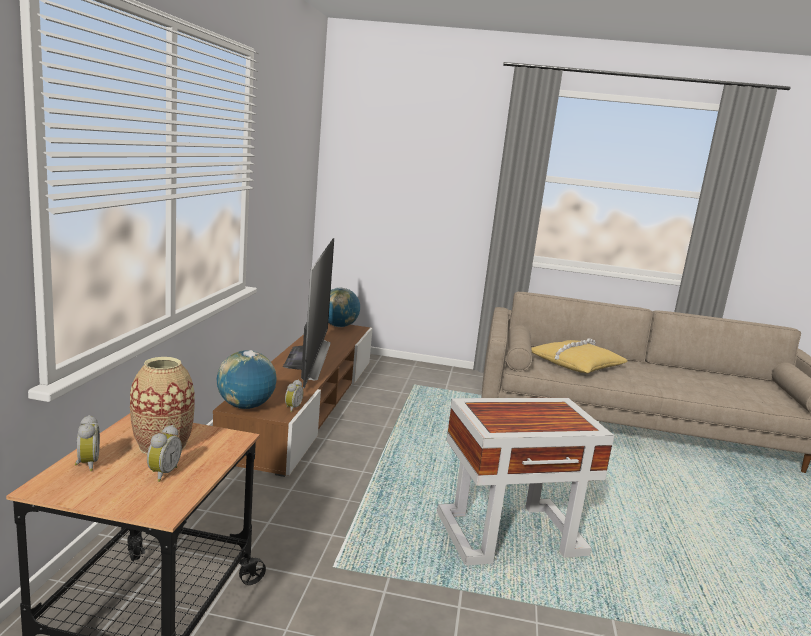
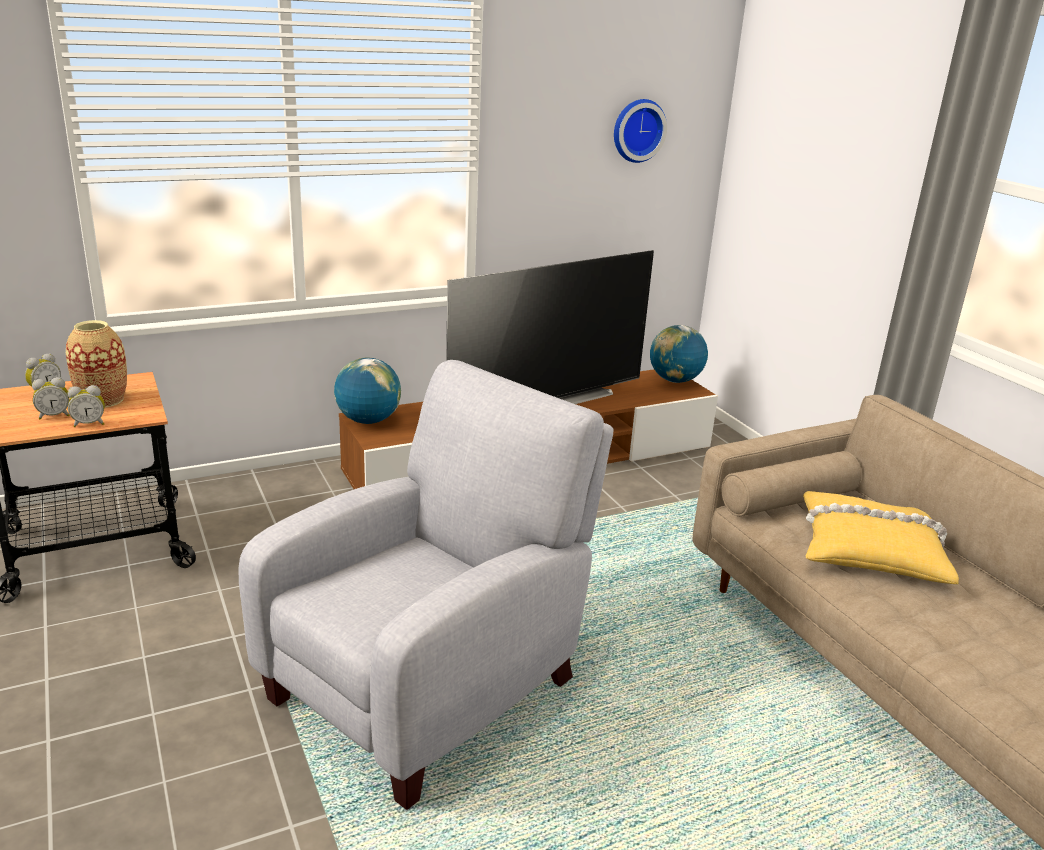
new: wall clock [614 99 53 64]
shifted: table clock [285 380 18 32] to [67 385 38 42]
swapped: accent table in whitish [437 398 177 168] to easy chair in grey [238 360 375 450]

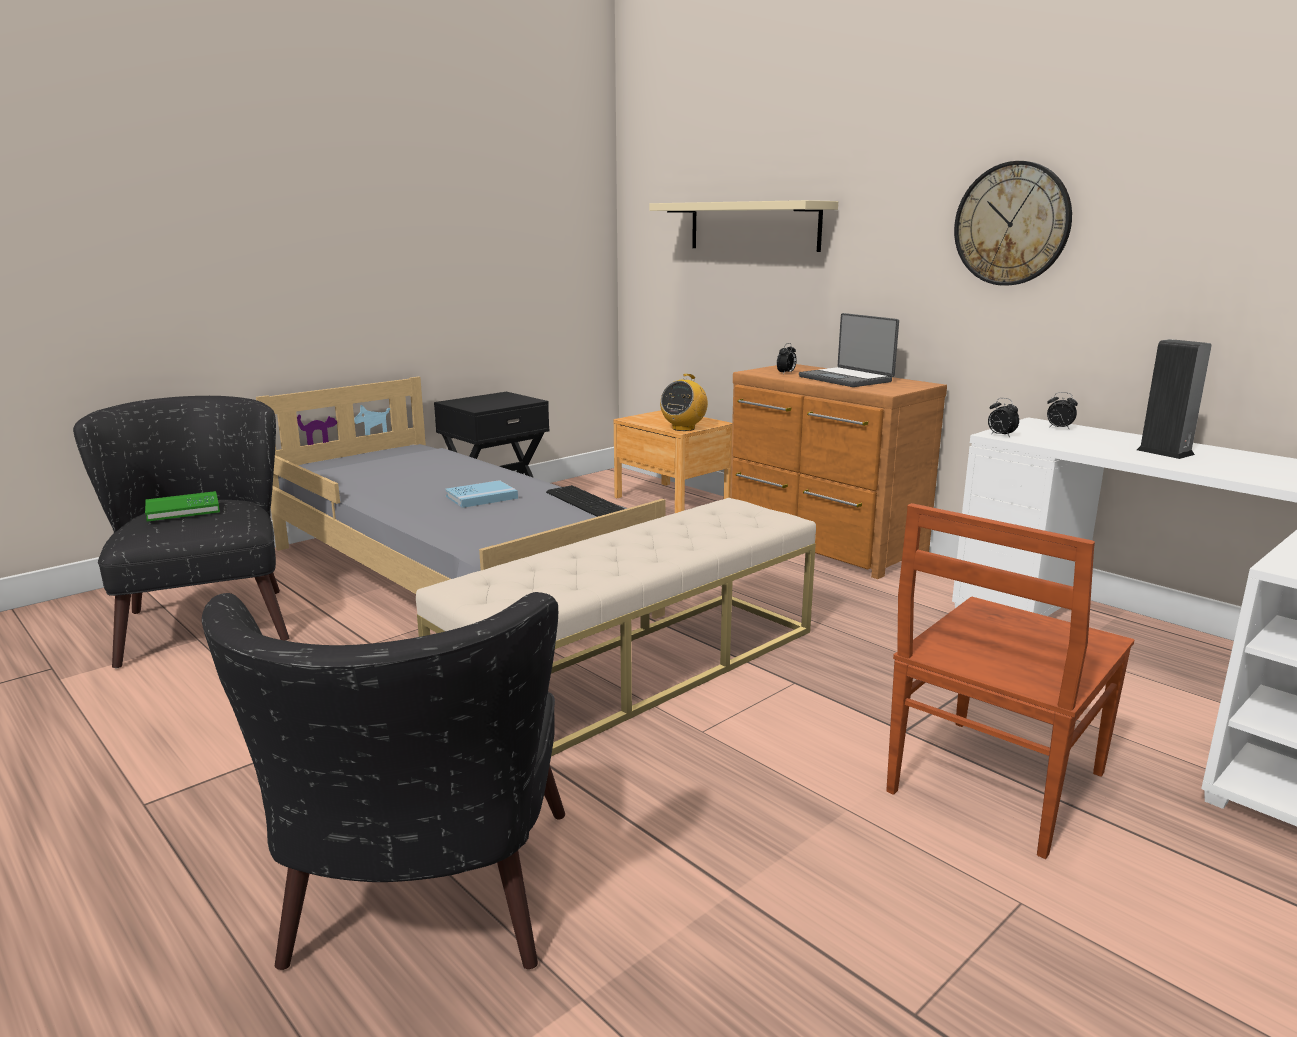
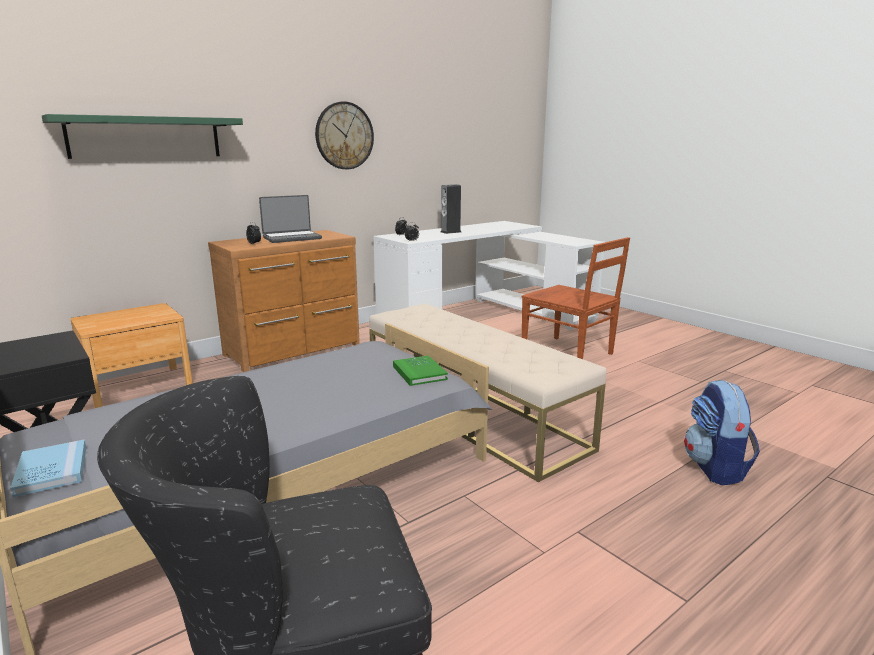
gone: keyboard [546 485 79 32]; radio [660 374 48 57]
shifted: book in green-coloured [145 491 75 31] to [393 355 55 31]; book in blue [445 480 73 28] to [10 439 76 58]
swapped: easy chair in blackish [202 592 363 378] to backpack [684 380 76 105]
repainted: wall shelf in sand-coloured [649 200 189 52] to wall shelf in green-coloured [42 114 201 45]

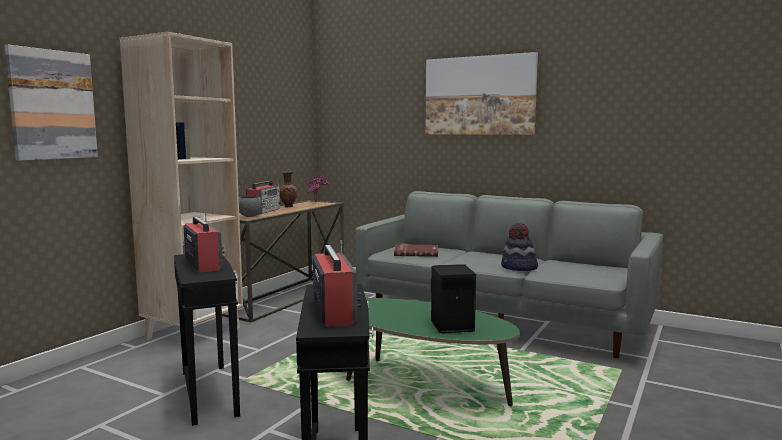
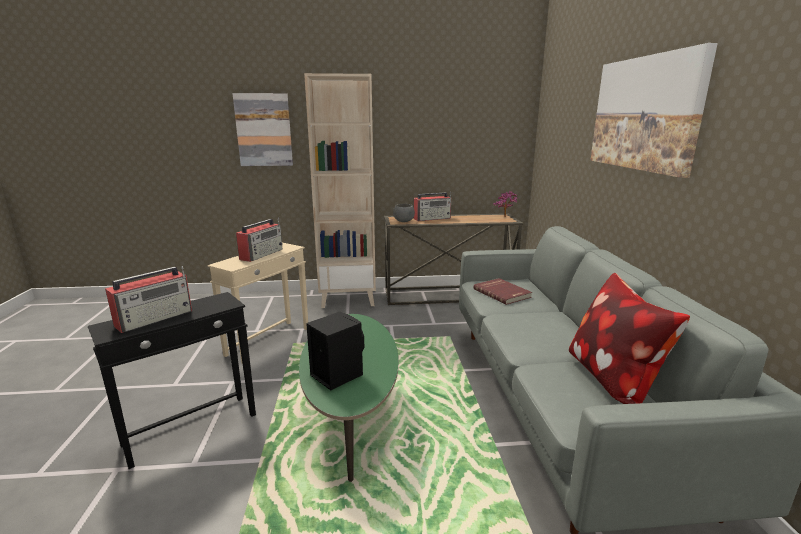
gone: decorative vase in brown-coloured [280 171 18 36]; clothing hat [501 224 37 47]
new: cushion [569 273 121 131]
repainted: accent table in blackish [174 254 66 172] to accent table in sand-coloured [208 243 100 120]

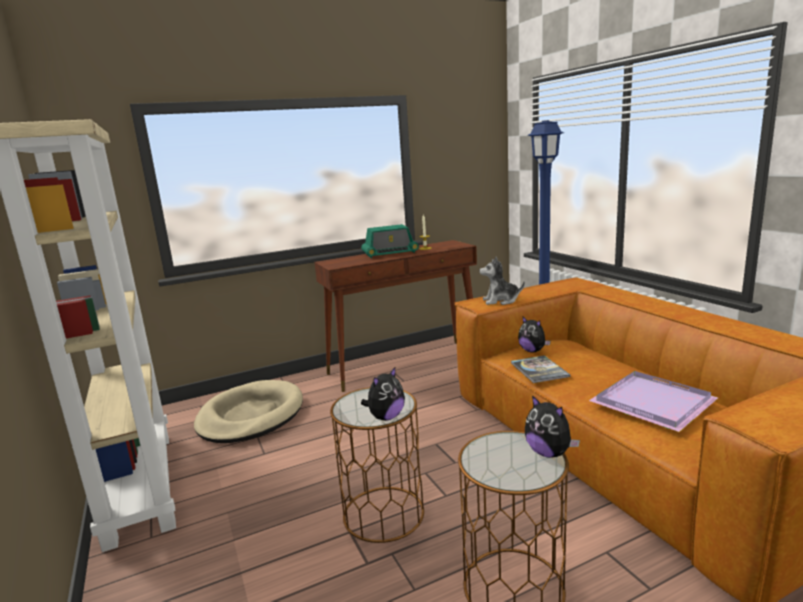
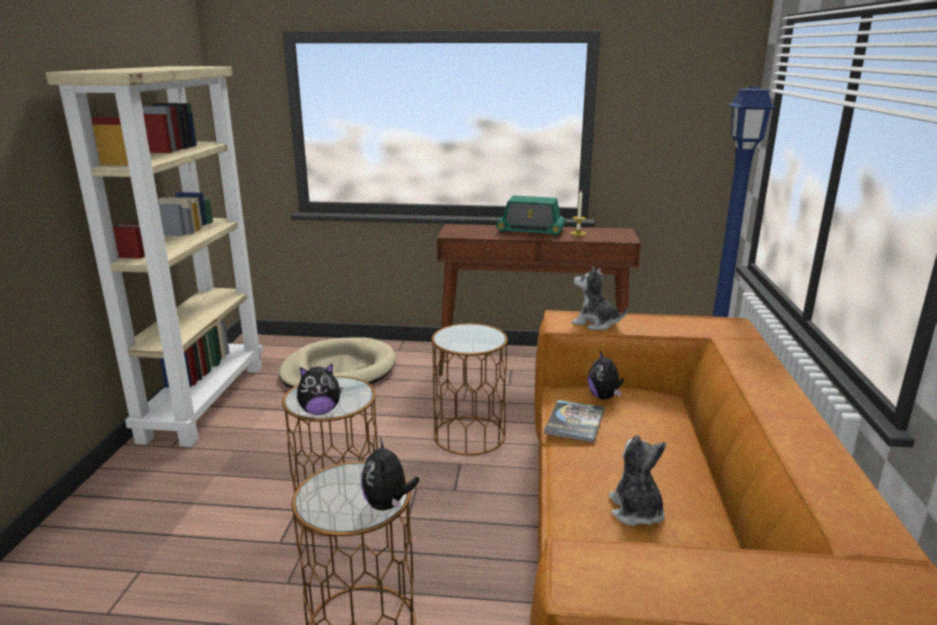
new: accent table in brown-coloured [431 324 77 131]
swapped: serving tray in purplish [589 371 129 61] to soft toy [609 435 57 91]

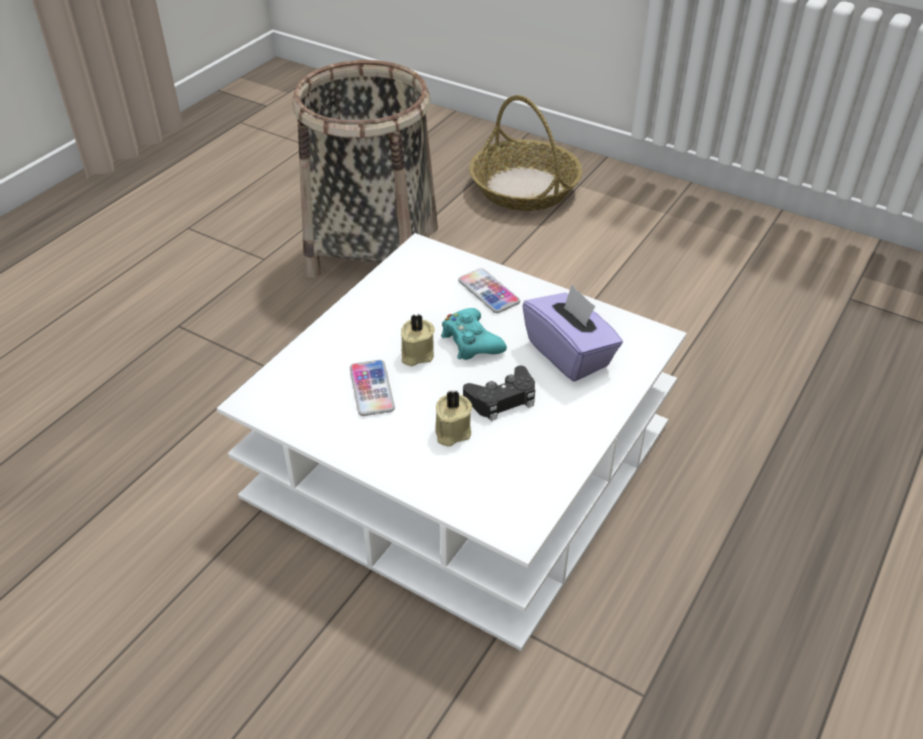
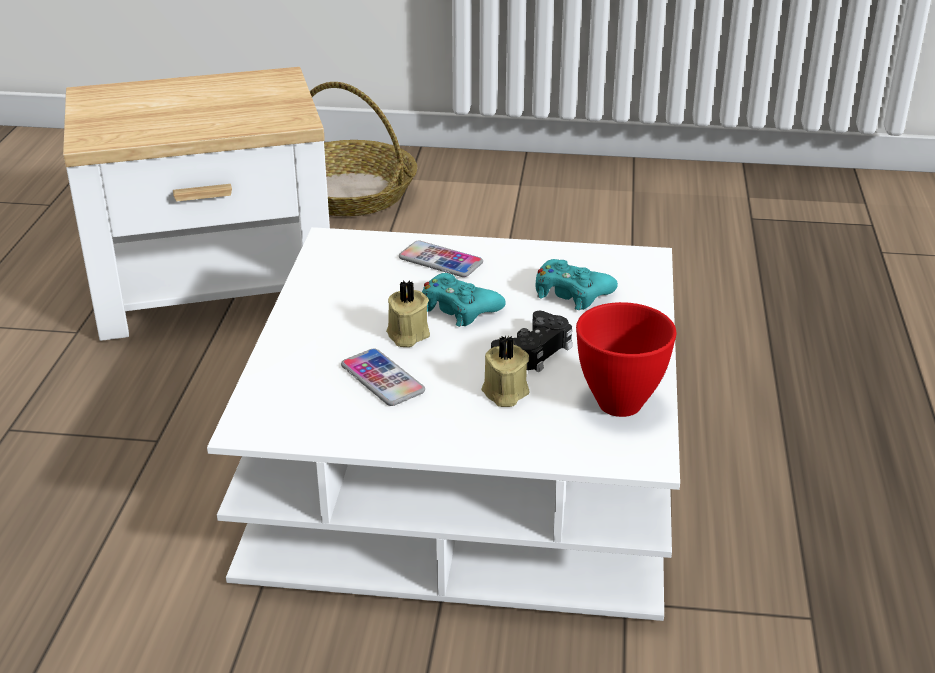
new: serving bowl in reddish [576 302 100 115]
swapped: basket [292 60 146 218] to accent table [63 67 267 274]; tissue holder in purplish [522 284 101 98] to gamepad in turquoise-coloured [536 259 82 51]

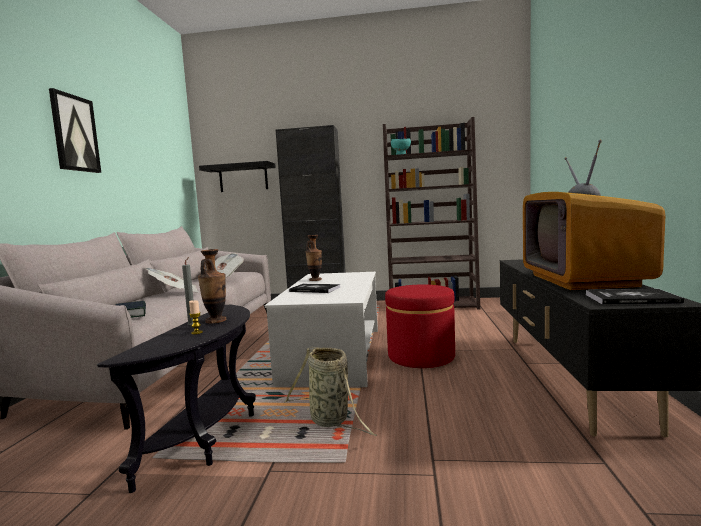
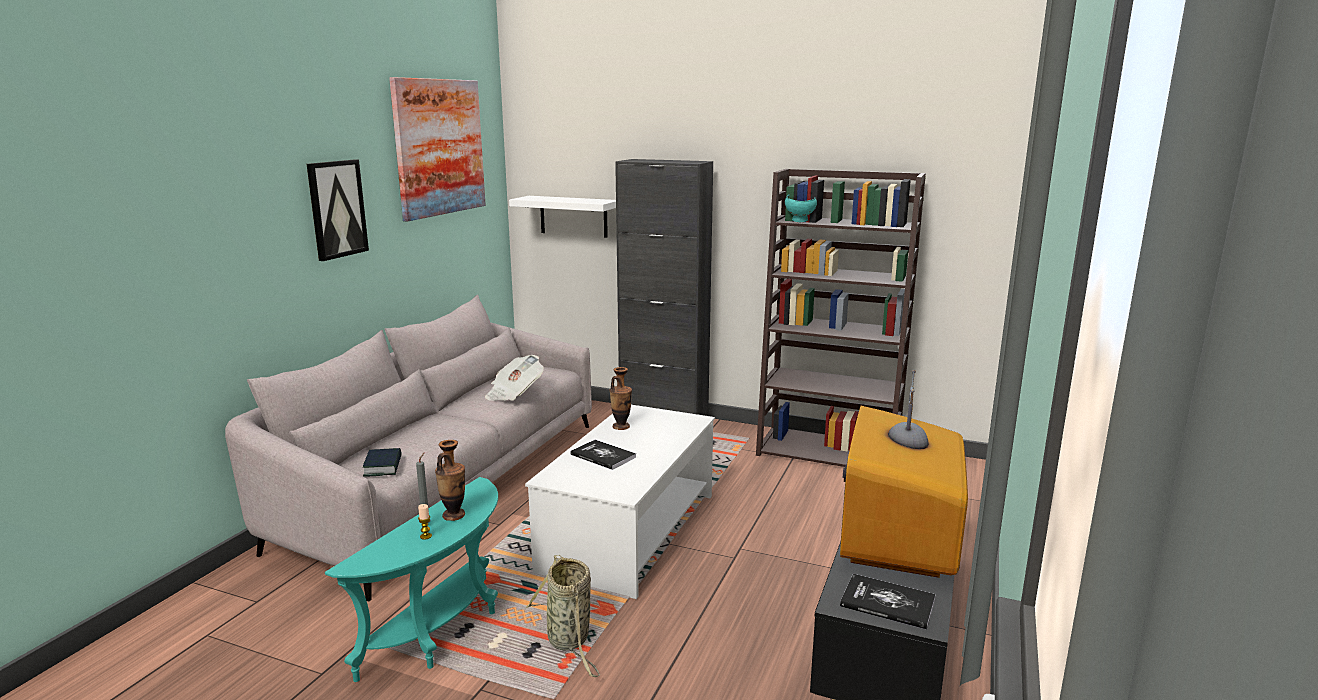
gone: newspaper [145 268 55 25]; footrest in reddish [385 285 70 83]
new: wall picture [389 77 97 145]
repainted: accent table in blackish [97 305 159 188] to accent table in turquoise-coloured [325 477 173 205]; wall shelf in blackish [199 161 77 31] to wall shelf in whitish [509 196 107 41]

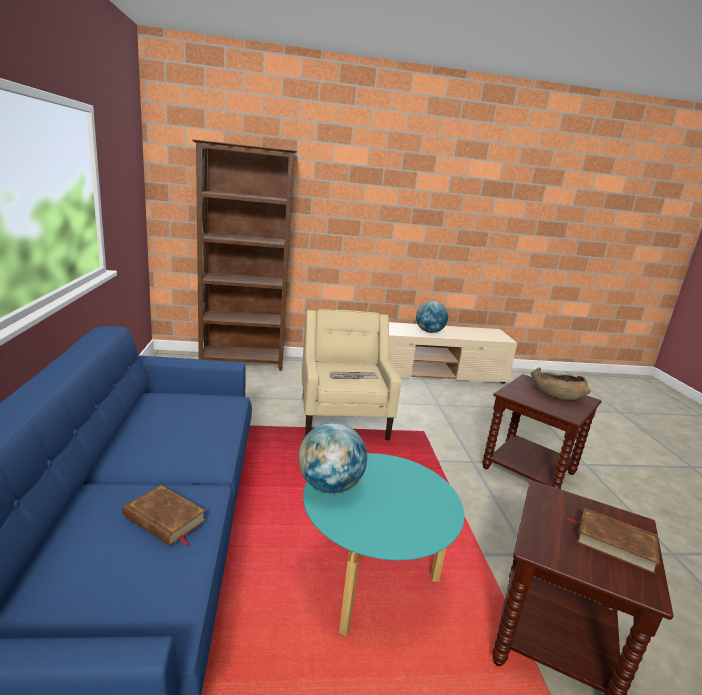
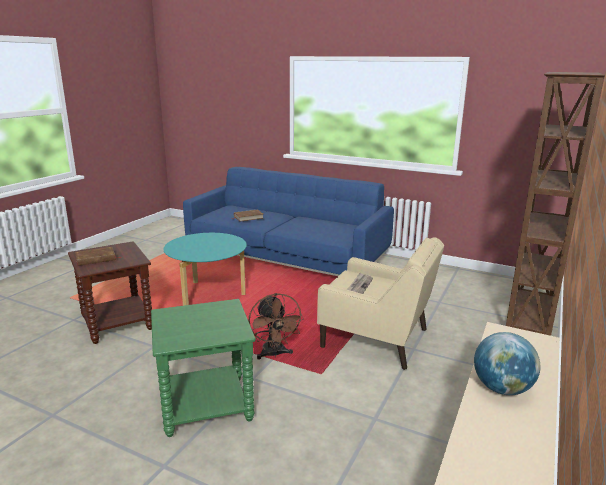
gone: desk globe [298 422 69 71]; serving bowl in brown-coloured [531 367 60 33]
new: cooling fan in brown-coloured [249 293 55 67]
repainted: accent table in brown-coloured [482 374 120 115] to accent table in green-coloured [151 299 105 138]

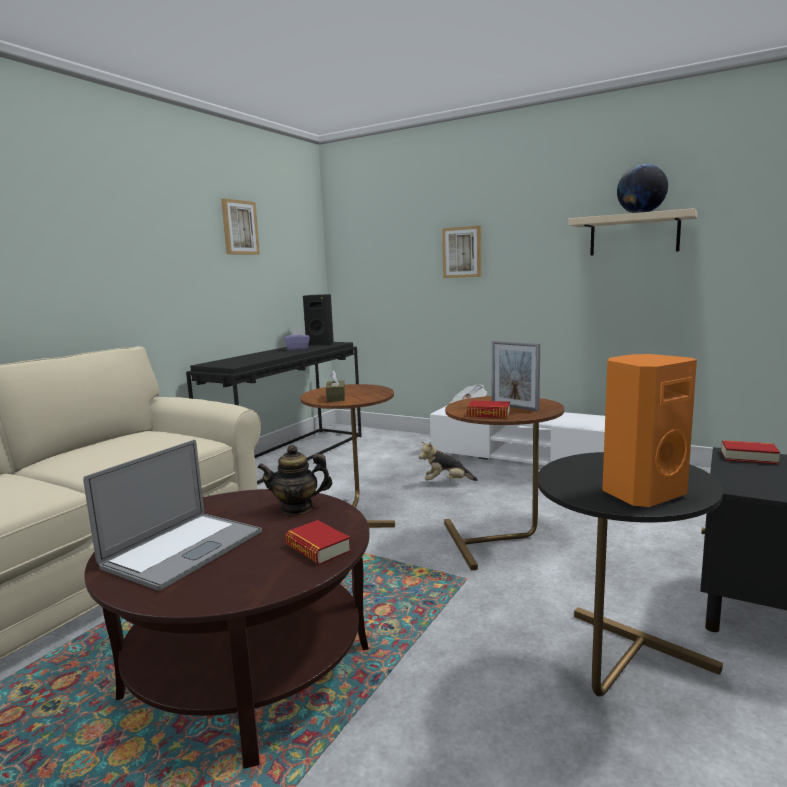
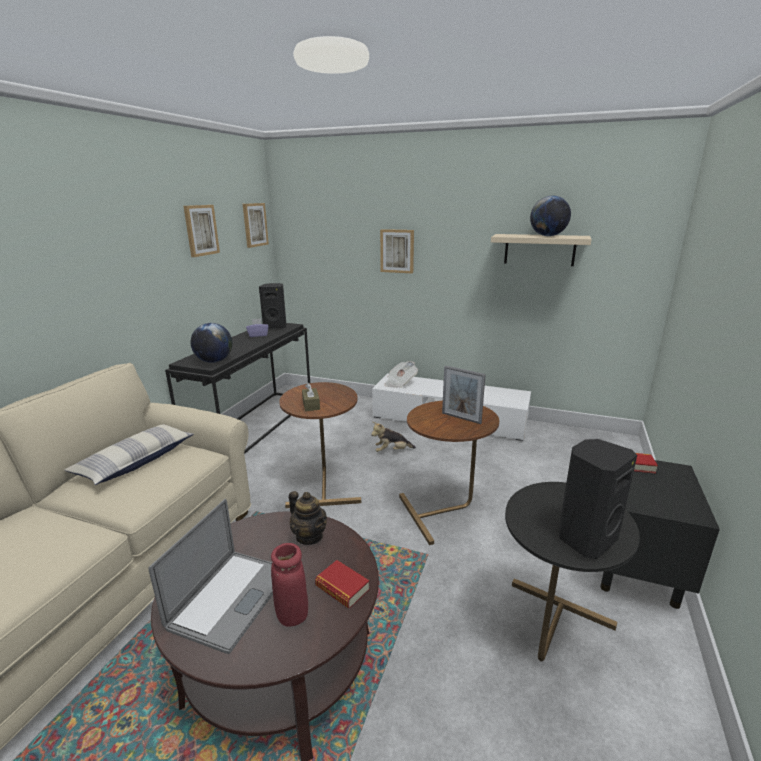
gone: book [467 401 43 17]
new: cushion [64 424 130 61]; desk globe [190 323 43 40]; wall picture [243 203 26 45]; decorative vase in reddish [271 543 37 84]
repainted: audio speaker in orangey [602 354 95 153] to audio speaker in blackish [559 439 78 120]
rotated: tea pot [257 445 75 70] = [289 491 38 54] 120 degrees counterclockwise

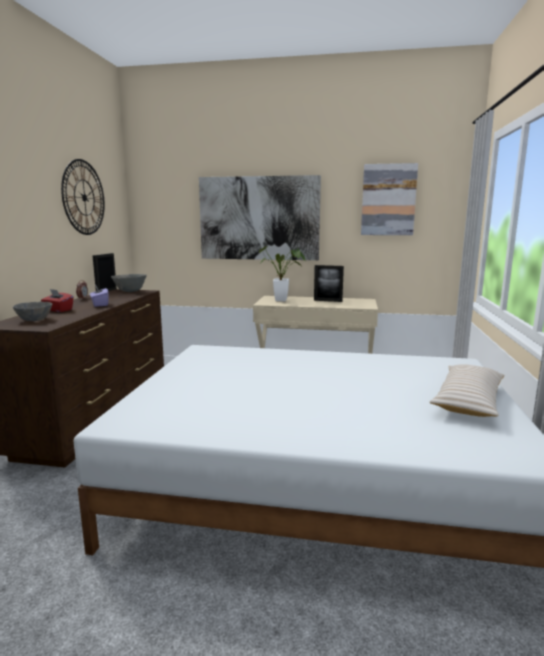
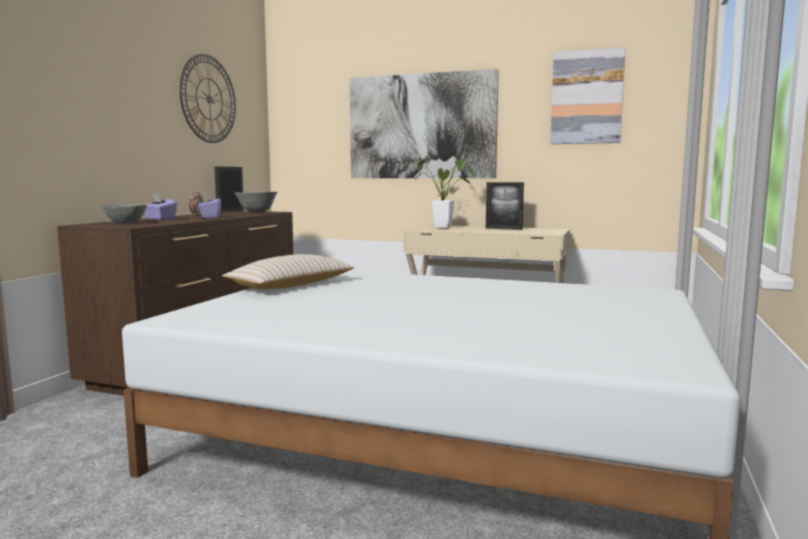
shifted: cushion in sand-coloured [430 364 74 53] to [222 254 132 36]
repainted: tissue holder in reddish [41 289 33 23] to tissue holder in purplish [144 194 33 26]

